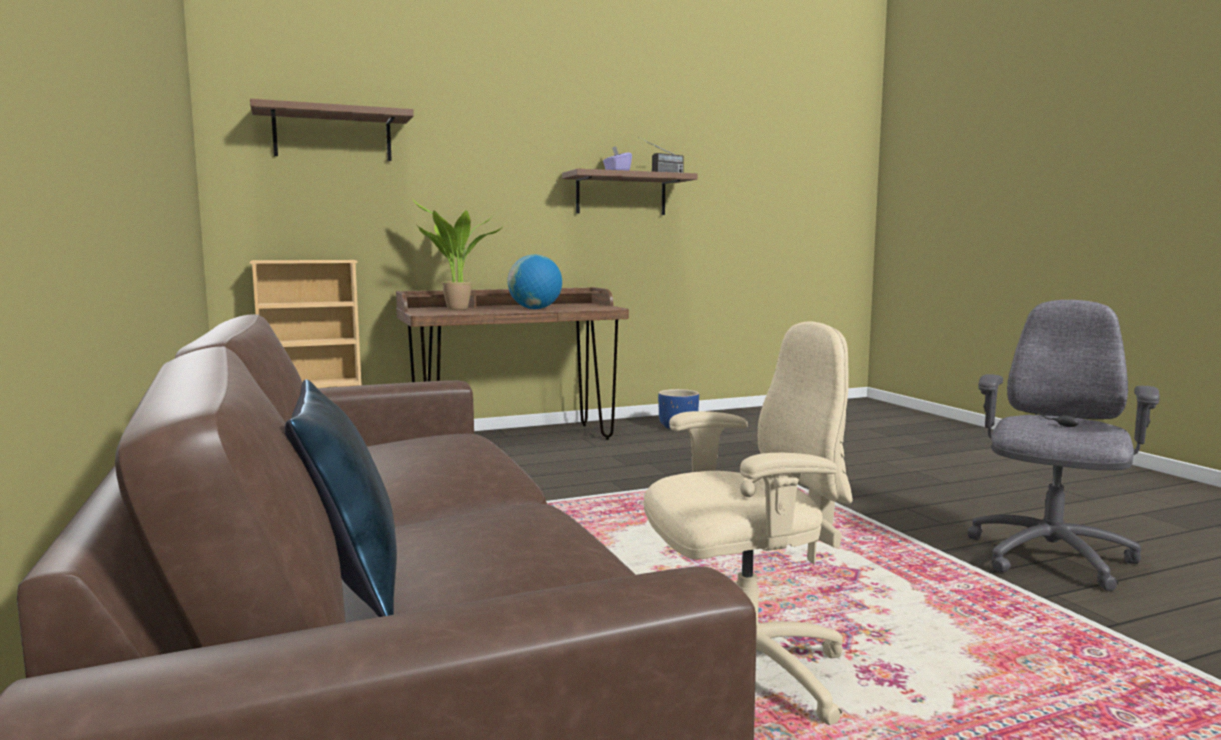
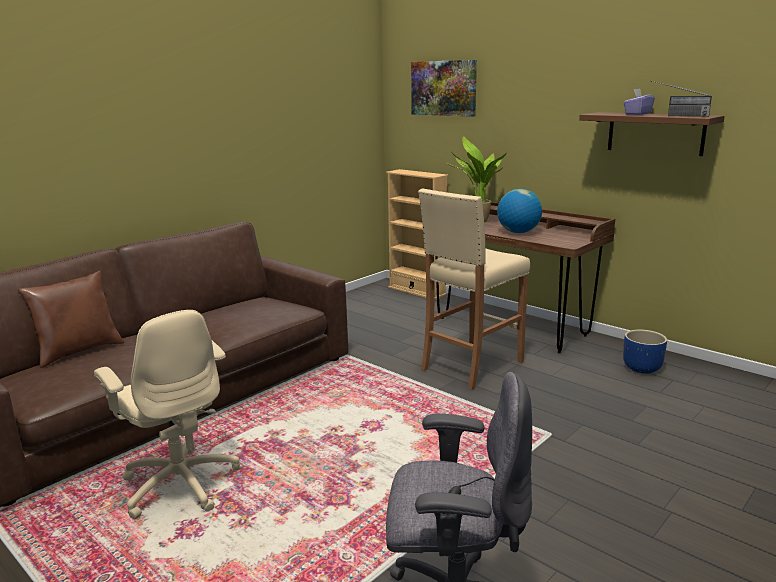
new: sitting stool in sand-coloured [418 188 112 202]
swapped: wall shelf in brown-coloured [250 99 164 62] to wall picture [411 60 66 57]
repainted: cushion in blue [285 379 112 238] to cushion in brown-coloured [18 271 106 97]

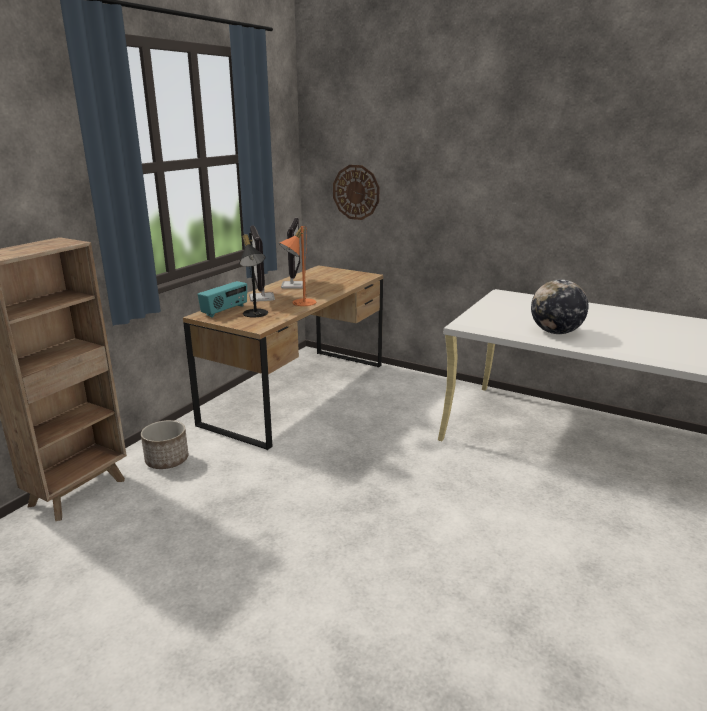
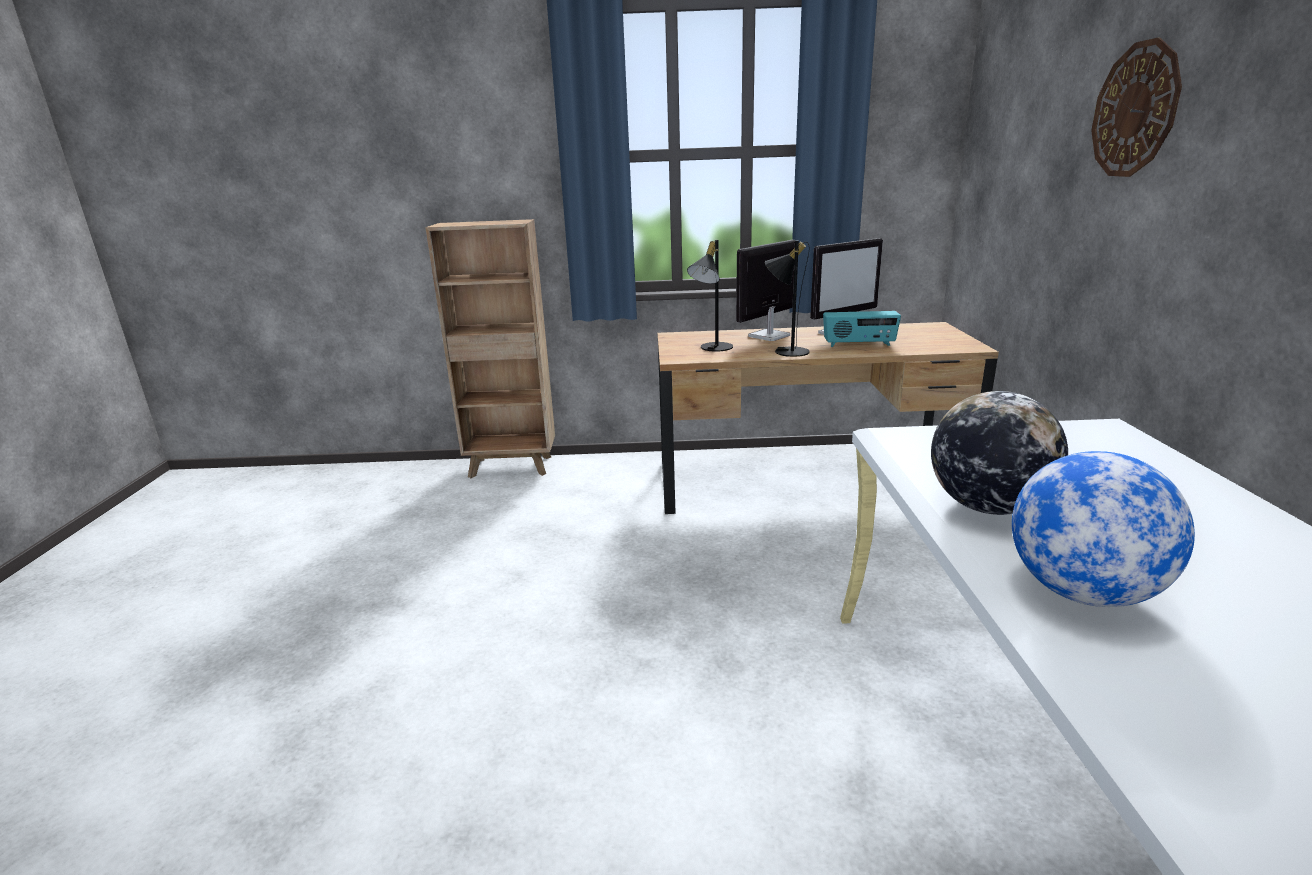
gone: flower pot [141 420 47 49]
new: desk globe [1012 451 183 156]
shifted: radio [198 281 49 37] to [823 311 78 36]; wall clock [333 165 46 55] to [1091 37 91 140]
repainted: table lamp in orangey [279 226 37 80] to table lamp in blackish [765 241 45 116]

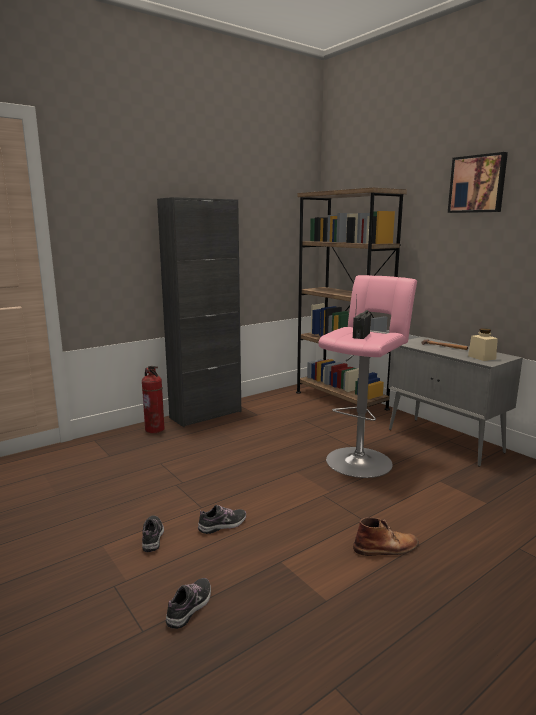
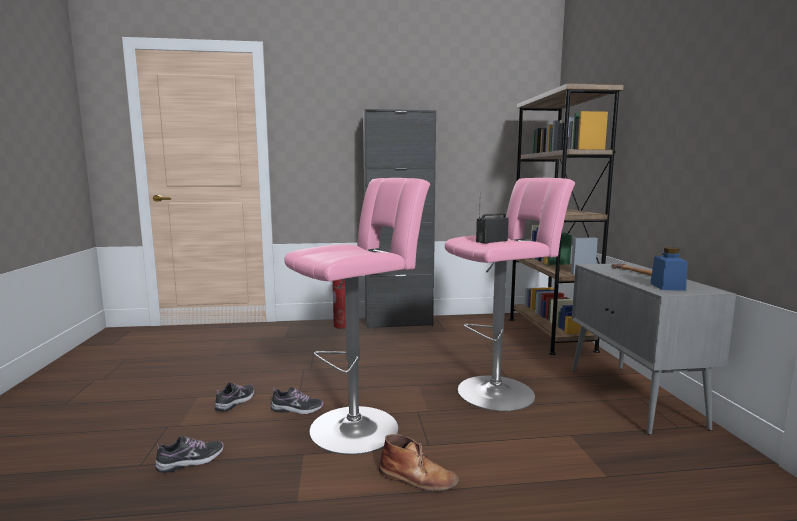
gone: wall picture [448 152 60 61]
new: sitting stool in pink-coloured [284 178 146 277]
repainted: preserve jar in sand-coloured [468 328 30 33] to preserve jar in blue [650 247 38 44]

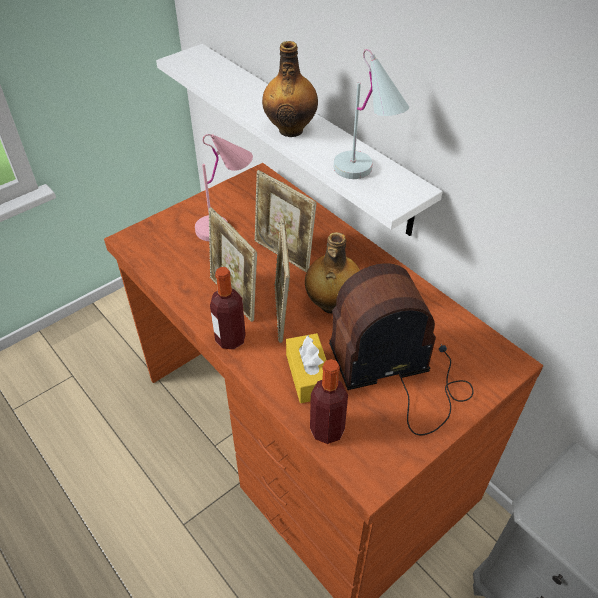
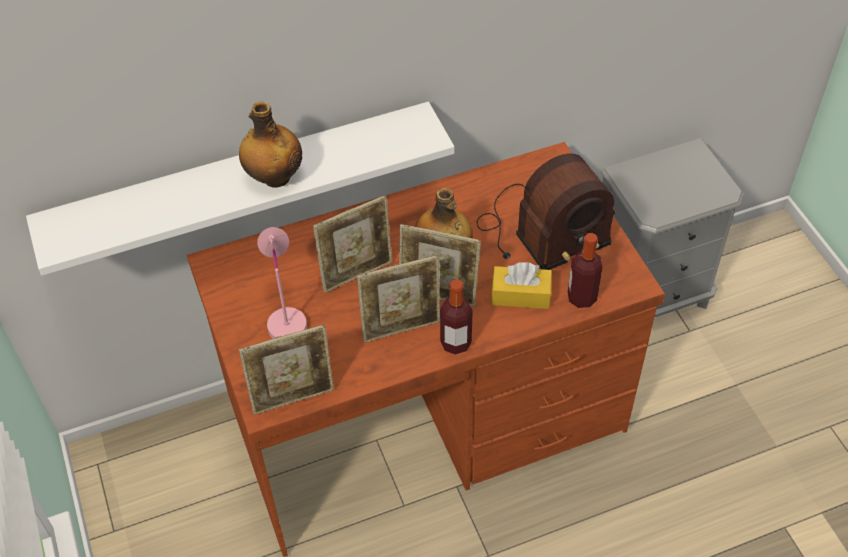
gone: table lamp in whitish [334 49 75 130]
new: photo frame [239 324 95 91]
rotated: radio [329 263 145 172] = [477 153 138 117] 120 degrees counterclockwise

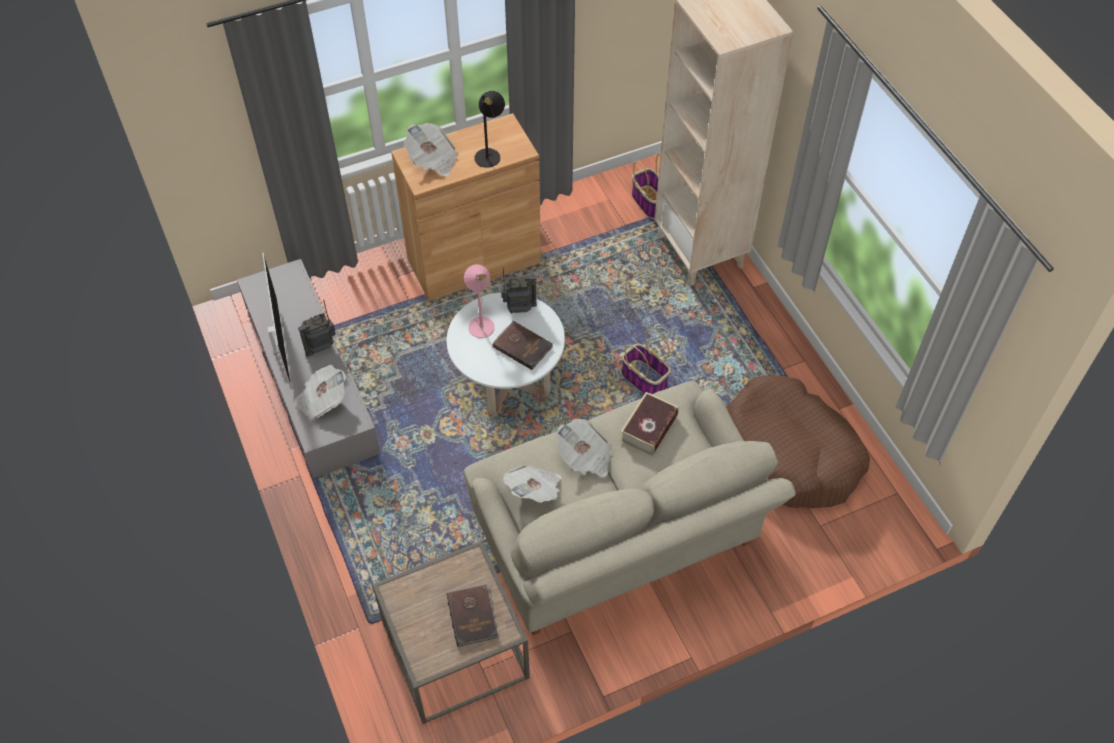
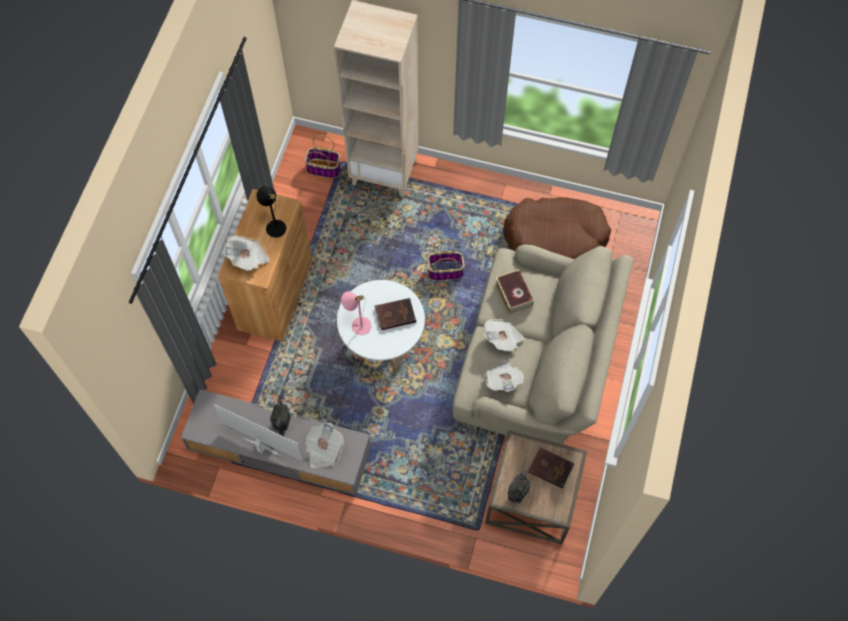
shifted: radio [501 267 36 46] to [508 470 23 33]

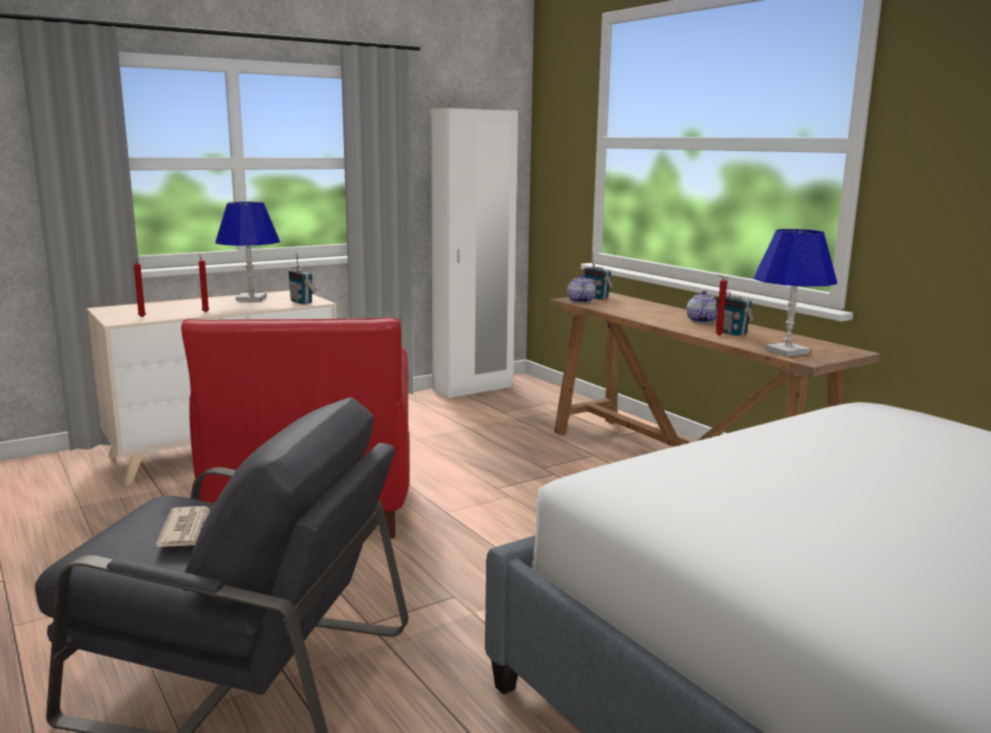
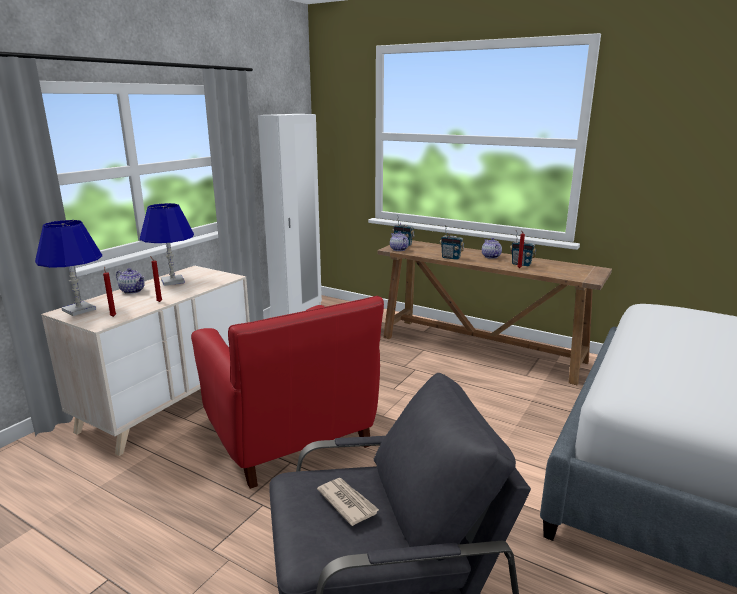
new: tea pot [116 268 29 26]
shifted: radio [288 253 29 51] to [440 225 24 35]; table lamp in blue [754 229 83 127] to [35 220 67 96]

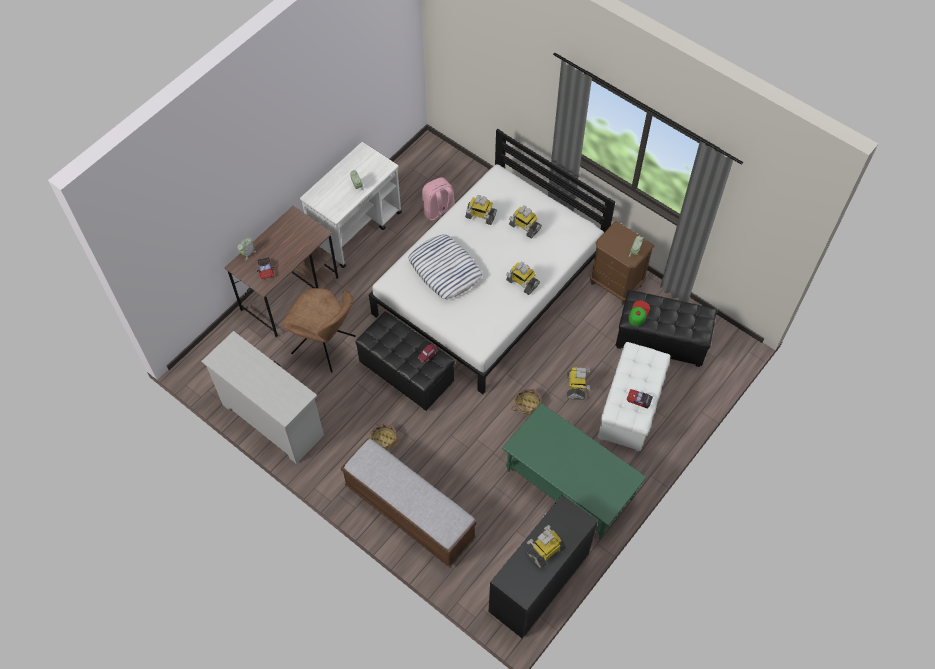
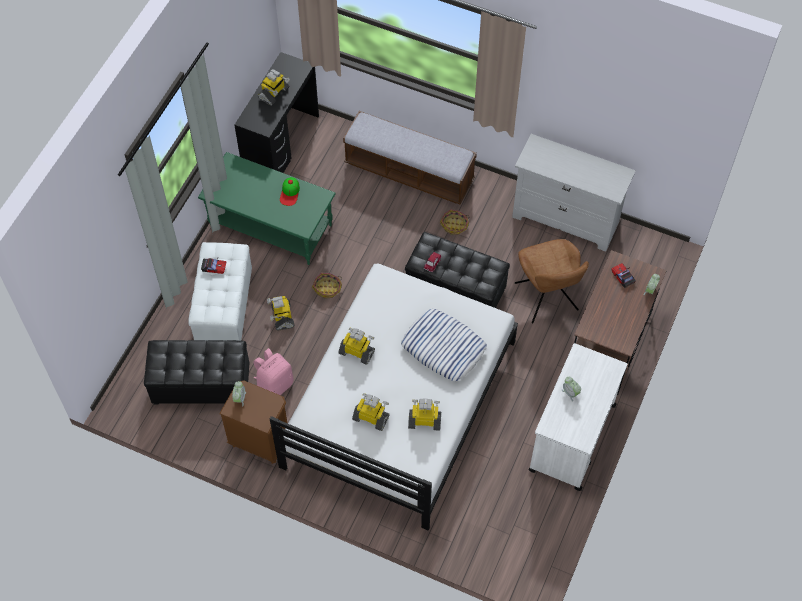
shifted: backpack in pink-coloured [422 177 33 43] to [253 348 41 47]; baseball cap [629 301 21 25] to [280 177 20 29]
rotated: chair in brown-coloured [282 288 74 85] = [515 239 74 84] 120 degrees counterclockwise

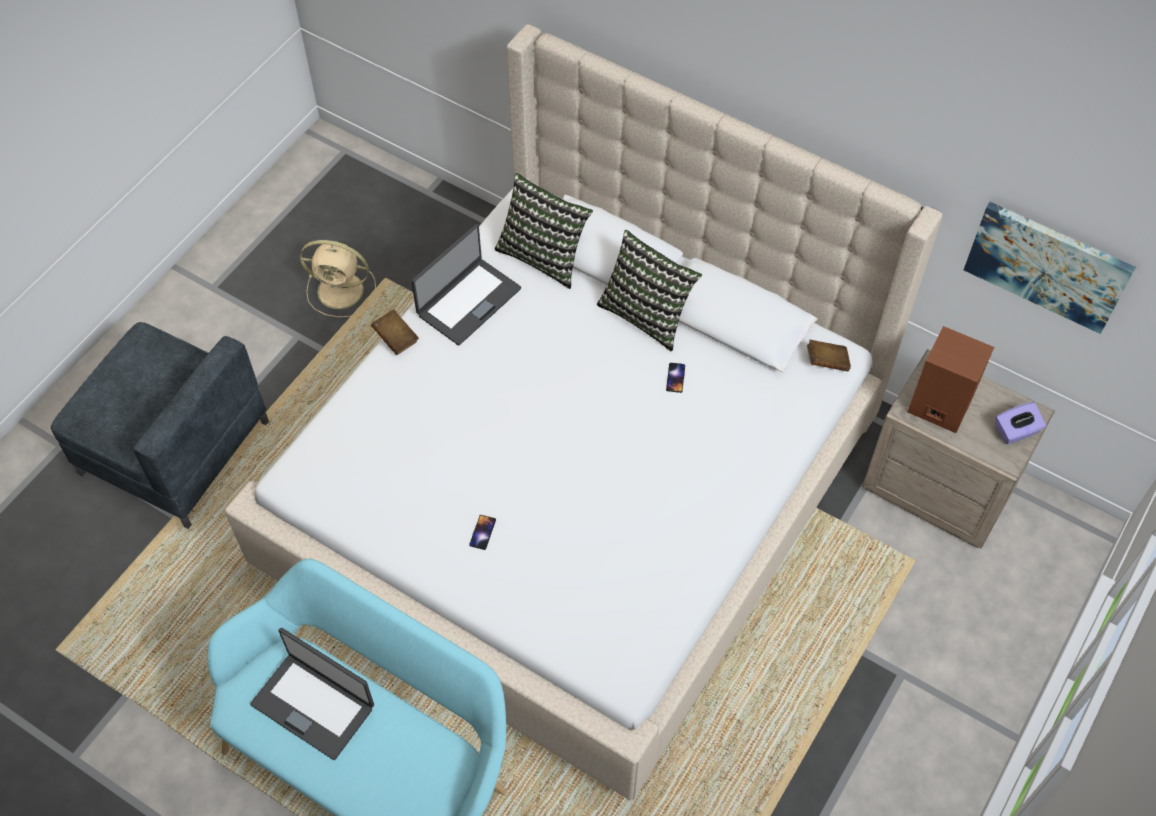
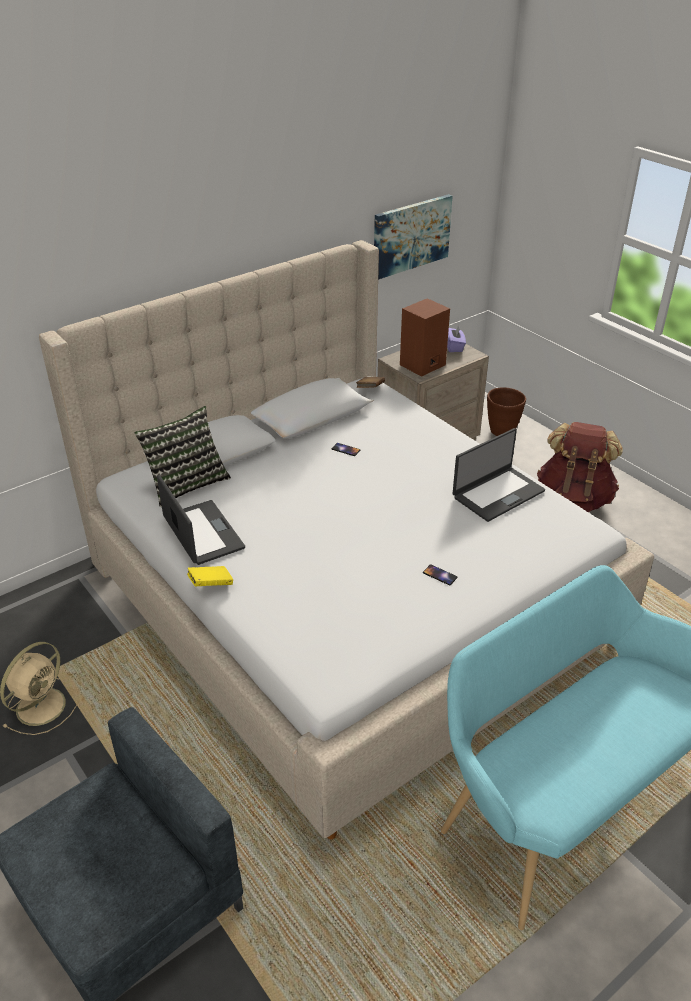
gone: cushion [597 230 105 121]
new: flower pot in brown-coloured [487 387 39 49]; backpack in brown-coloured [537 422 86 90]
shifted: laptop [250 628 124 132] to [452 428 93 94]
repainted: book in brown-coloured [371 309 48 46] to book in yellowish [187 566 46 21]

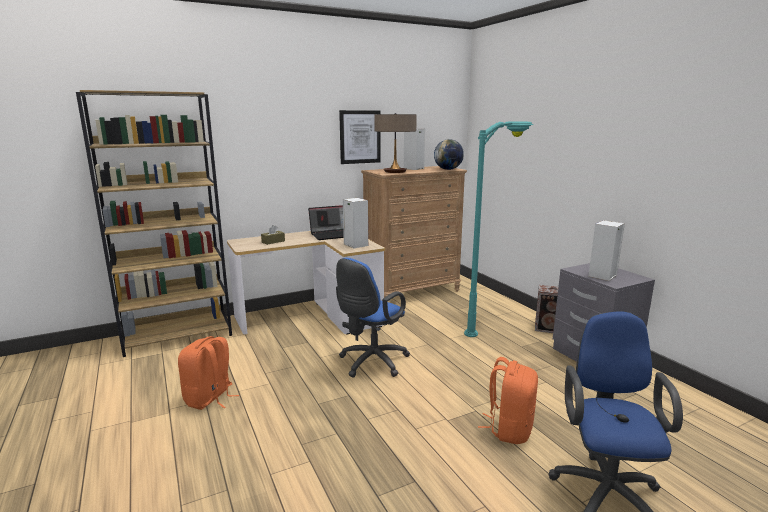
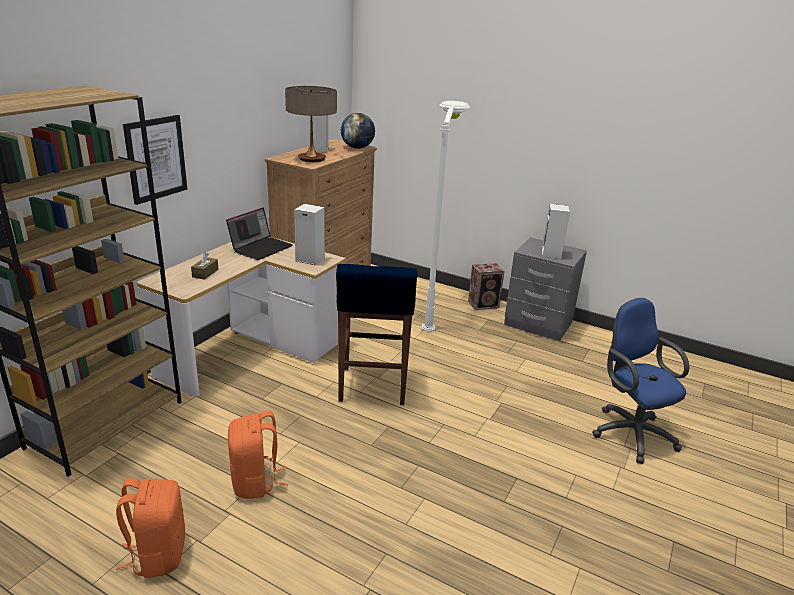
shifted: wall picture [339 110 42 54] to [123 115 64 90]; backpack in orangey [478 357 60 87] to [116 478 70 100]
swapped: desk chair in blue [336 258 74 120] to sitting stool in blue [336 264 81 141]
repainted: standard lamp in turquoise-coloured [464 121 69 216] to standard lamp in whitish [421 101 49 231]

